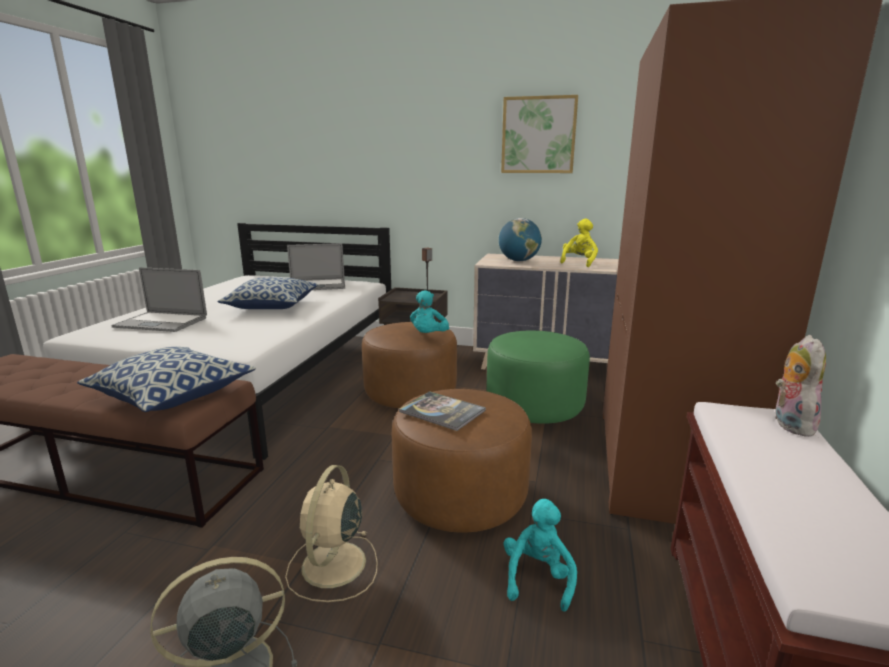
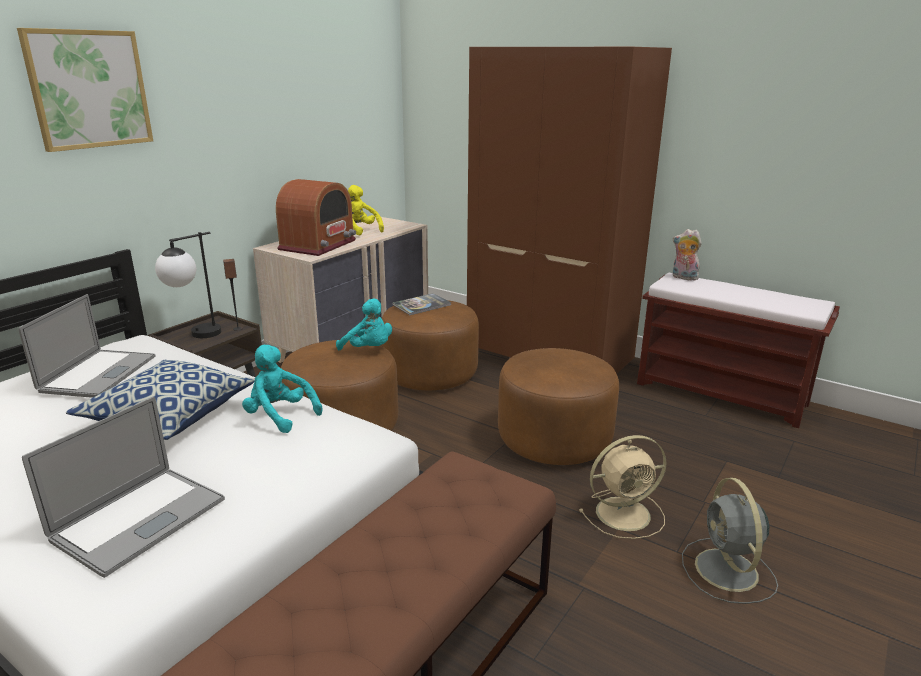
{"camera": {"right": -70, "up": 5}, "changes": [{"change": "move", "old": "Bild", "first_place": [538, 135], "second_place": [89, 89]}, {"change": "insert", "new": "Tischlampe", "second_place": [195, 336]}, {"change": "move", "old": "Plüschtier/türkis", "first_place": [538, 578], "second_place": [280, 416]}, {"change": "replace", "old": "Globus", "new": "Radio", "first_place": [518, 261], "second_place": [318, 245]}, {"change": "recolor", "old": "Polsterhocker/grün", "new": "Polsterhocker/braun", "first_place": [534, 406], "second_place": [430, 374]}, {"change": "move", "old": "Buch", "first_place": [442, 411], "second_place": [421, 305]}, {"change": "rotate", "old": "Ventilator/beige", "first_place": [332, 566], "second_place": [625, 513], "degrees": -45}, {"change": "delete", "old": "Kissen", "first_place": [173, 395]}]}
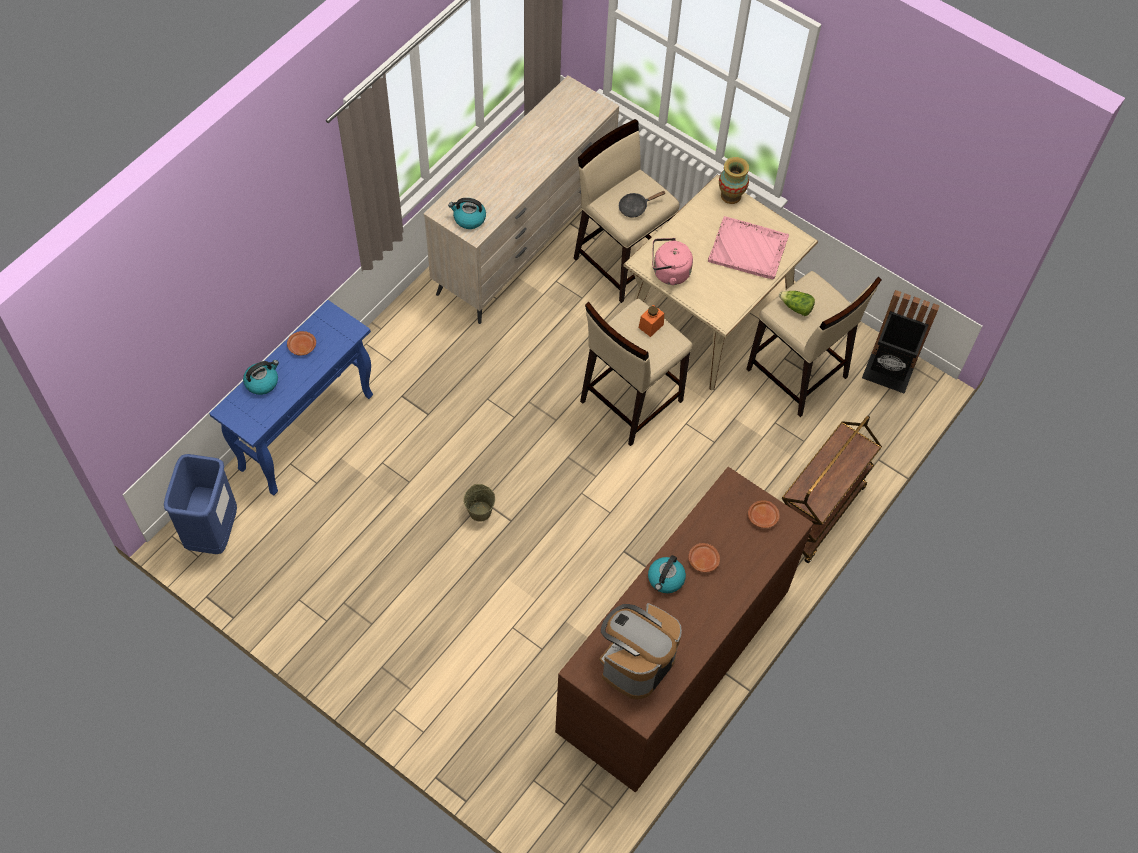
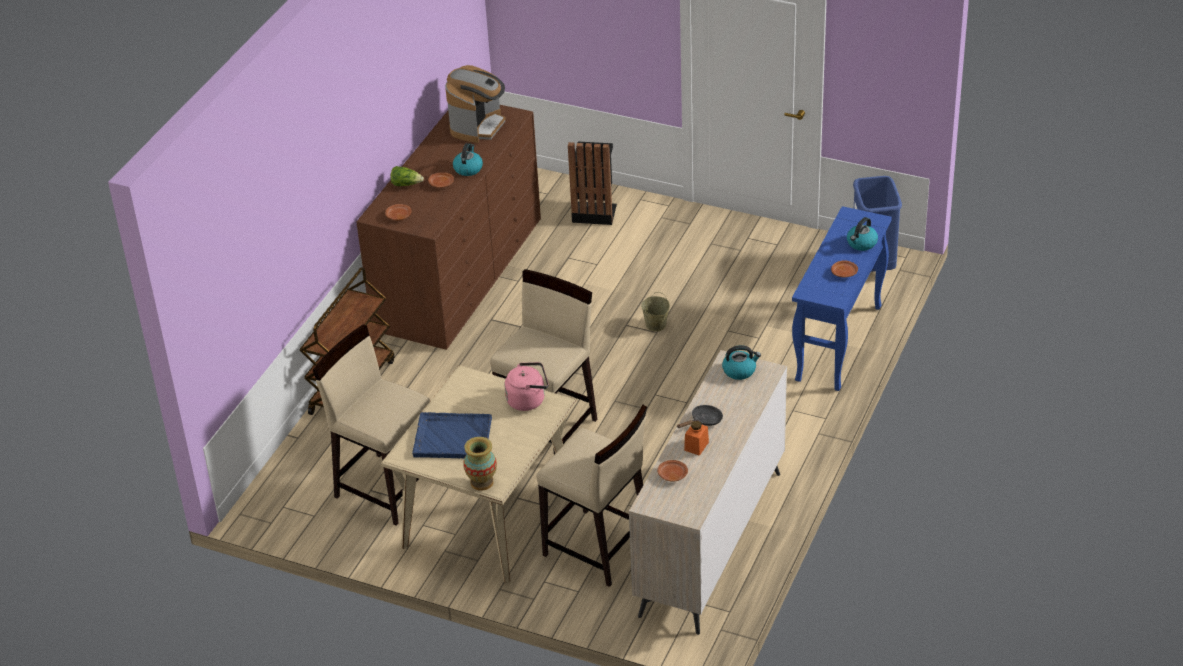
{"camera": {"right": 170, "up": -20}, "changes": [{"change": "move", "old": "Salatkopf", "first_place": [796, 307], "second_place": [406, 184]}, {"change": "recolor", "old": "Tablett/rosa", "new": "Tablett/blau", "first_place": [749, 249], "second_place": [451, 437]}, {"change": "move", "old": "Mülleimer/schwarz", "first_place": [888, 373], "second_place": [594, 211]}, {"change": "insert", "new": "Teller/braun", "second_place": [672, 475]}, {"change": "move", "old": "Pfanne/schwarz", "first_place": [635, 207], "second_place": [704, 421]}, {"change": "move", "old": "Vorratsglas/orange", "first_place": [651, 326], "second_place": [696, 446]}]}
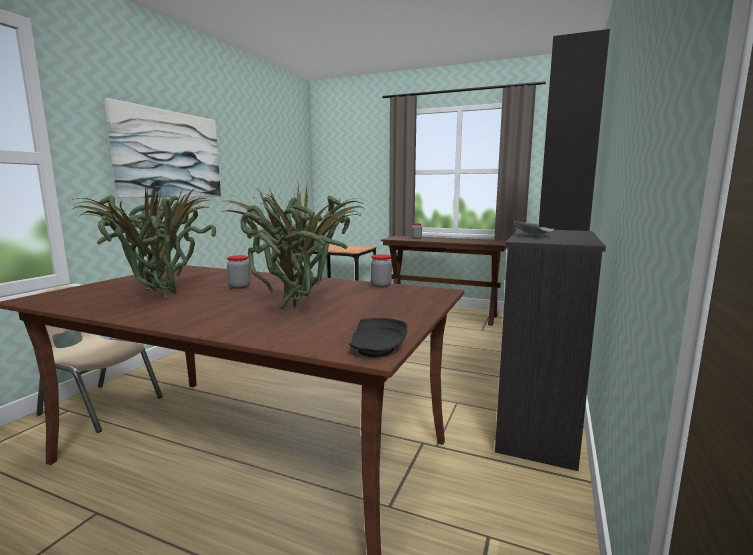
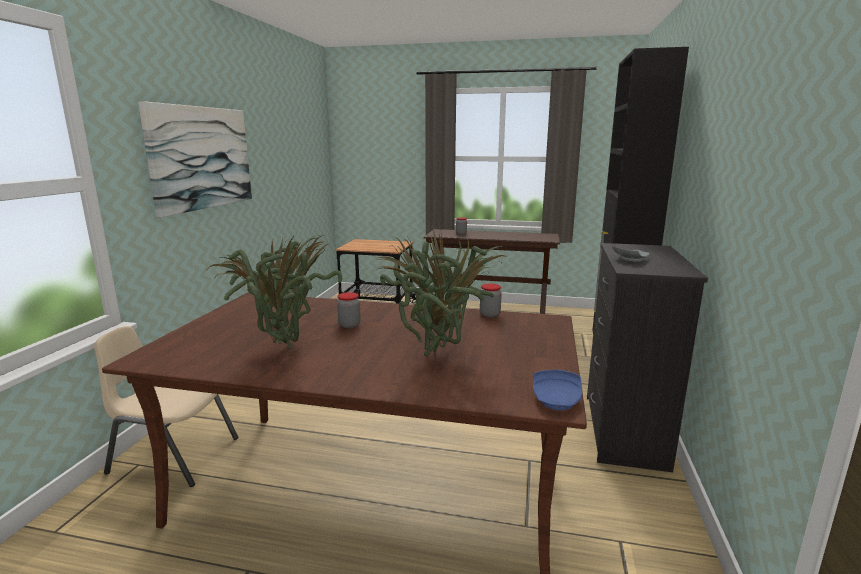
{"camera": {"right": -10, "up": 5}, "changes": [{"change": "recolor", "old": "Teller/schwarz", "new": "Teller/blau", "first_place": [378, 349], "second_place": [557, 400]}]}
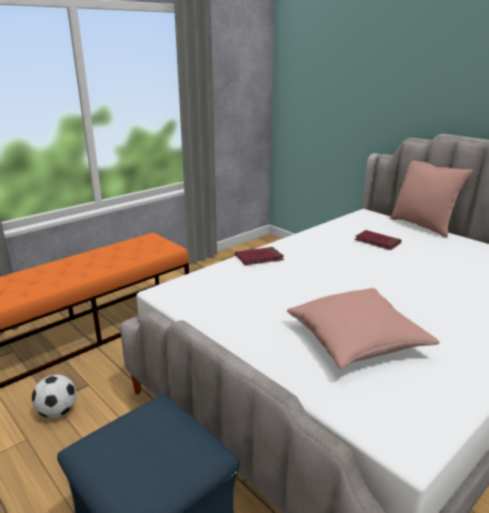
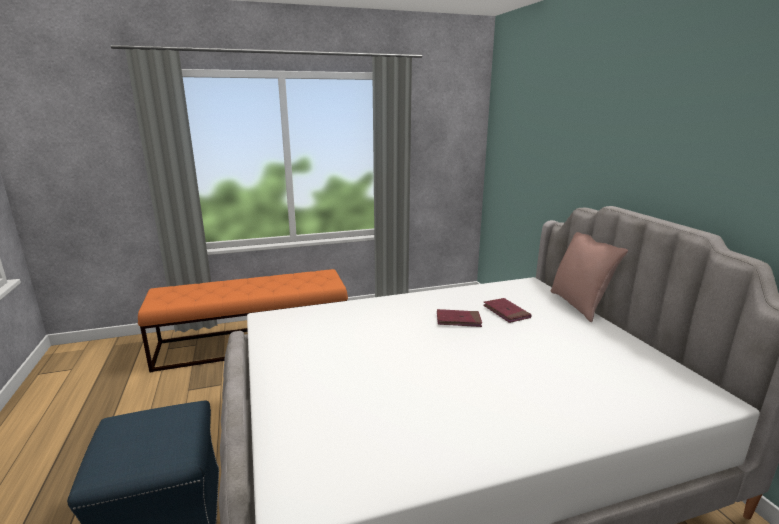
{"camera": {"right": 25, "up": -5}, "changes": [{"change": "move", "old": "Buch/rot", "first_place": [259, 258], "second_place": [458, 320]}, {"change": "delete", "old": "Fußball", "first_place": [57, 411]}, {"change": "delete", "old": "Kissen/rosa", "first_place": [356, 341]}]}
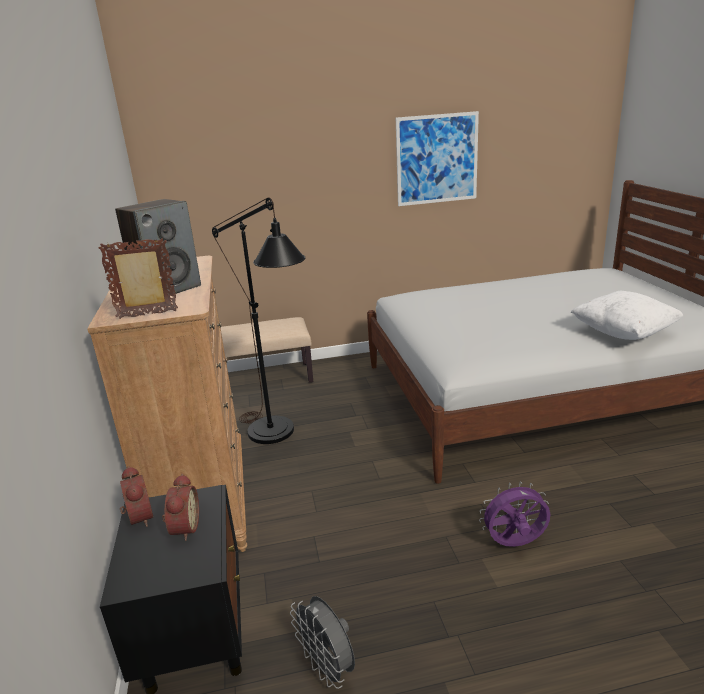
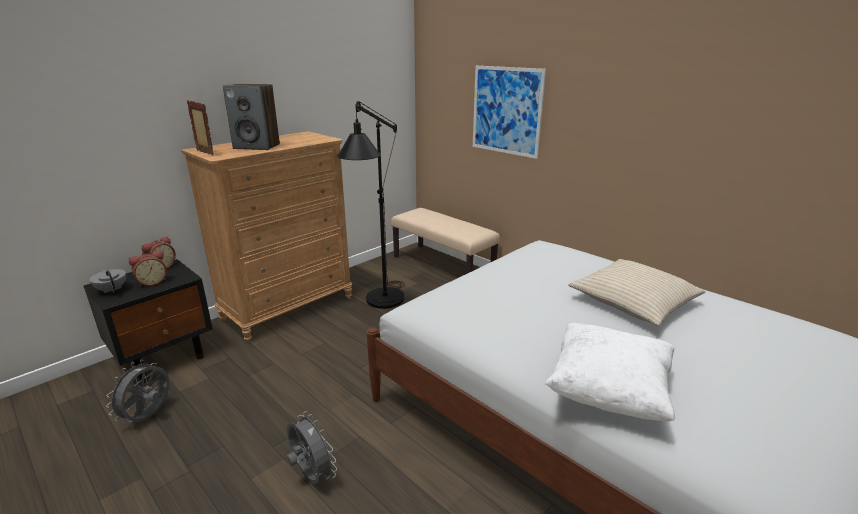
{"camera": {"right": 55, "up": 0}, "changes": [{"change": "insert", "new": "Teekanne/grau", "second_place": [112, 290]}, {"change": "recolor", "old": "Ventilator/lila", "new": "Ventilator/grau", "first_place": [514, 544], "second_place": [311, 475]}, {"change": "move", "old": "Bild", "first_place": [437, 159], "second_place": [506, 111]}, {"change": "insert", "new": "Kissen/beige", "second_place": [634, 301]}]}
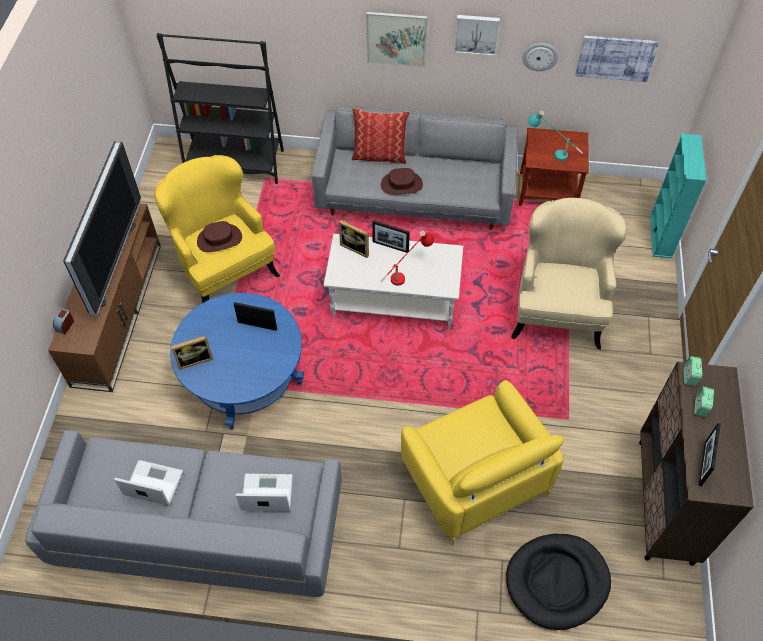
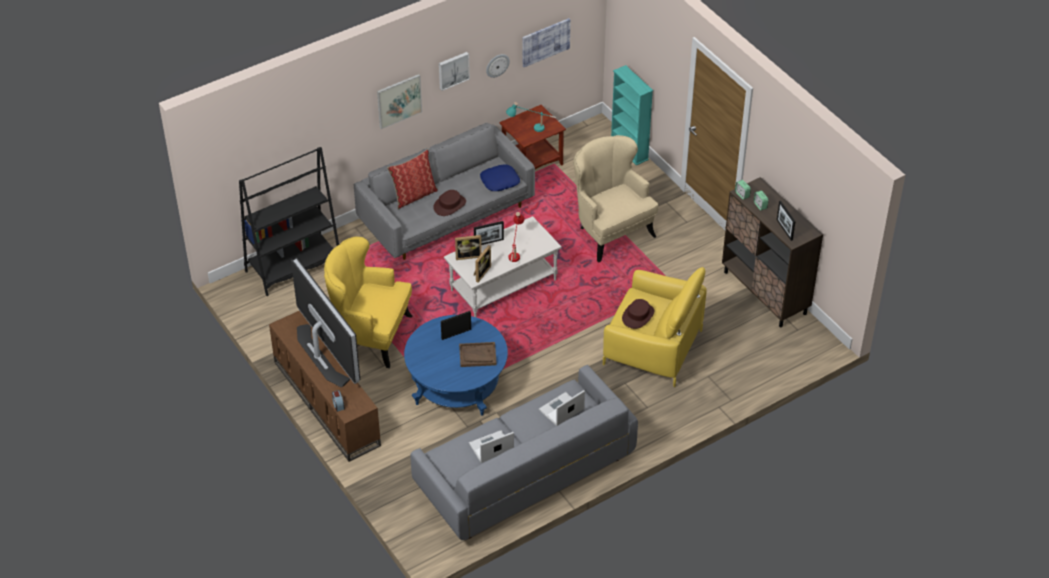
{"camera": {"right": -40, "up": -10}, "changes": [{"change": "insert", "new": "Tablett/braun", "second_place": [477, 355]}, {"change": "move", "old": "Bilderrahmen", "first_place": [194, 359], "second_place": [480, 273]}, {"change": "insert", "new": "Kissen/blau", "second_place": [499, 181]}, {"change": "move", "old": "Hut/braun", "first_place": [219, 239], "second_place": [638, 315]}, {"change": "delete", "old": "Hundebett/schwarz", "first_place": [557, 582]}]}
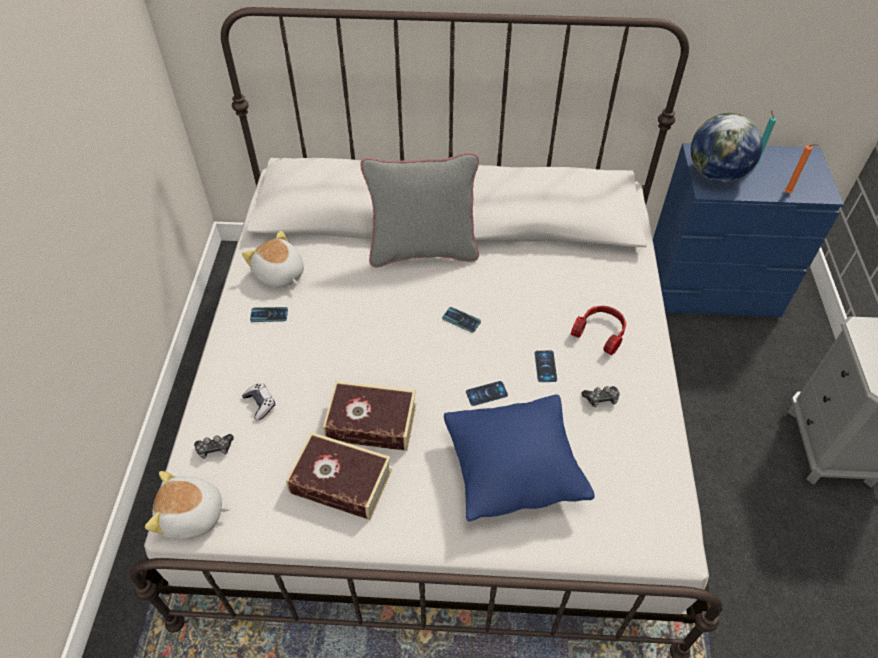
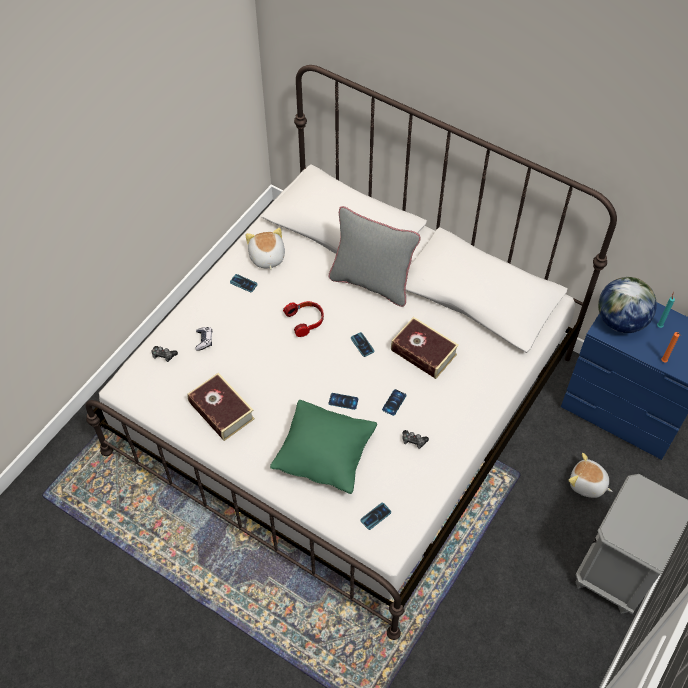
{"camera": {"right": 30, "up": 5}, "changes": [{"change": "recolor", "old": "Kissen/blau", "new": "Kissen/grün", "first_place": [513, 471], "second_place": [324, 456]}, {"change": "move", "old": "Kopfhörer", "first_place": [600, 333], "second_place": [306, 320]}, {"change": "insert", "new": "Handy", "second_place": [375, 516]}, {"change": "move", "old": "Buch", "first_place": [371, 422], "second_place": [423, 352]}, {"change": "move", "old": "Plüschtier", "first_place": [192, 516], "second_place": [587, 484]}]}
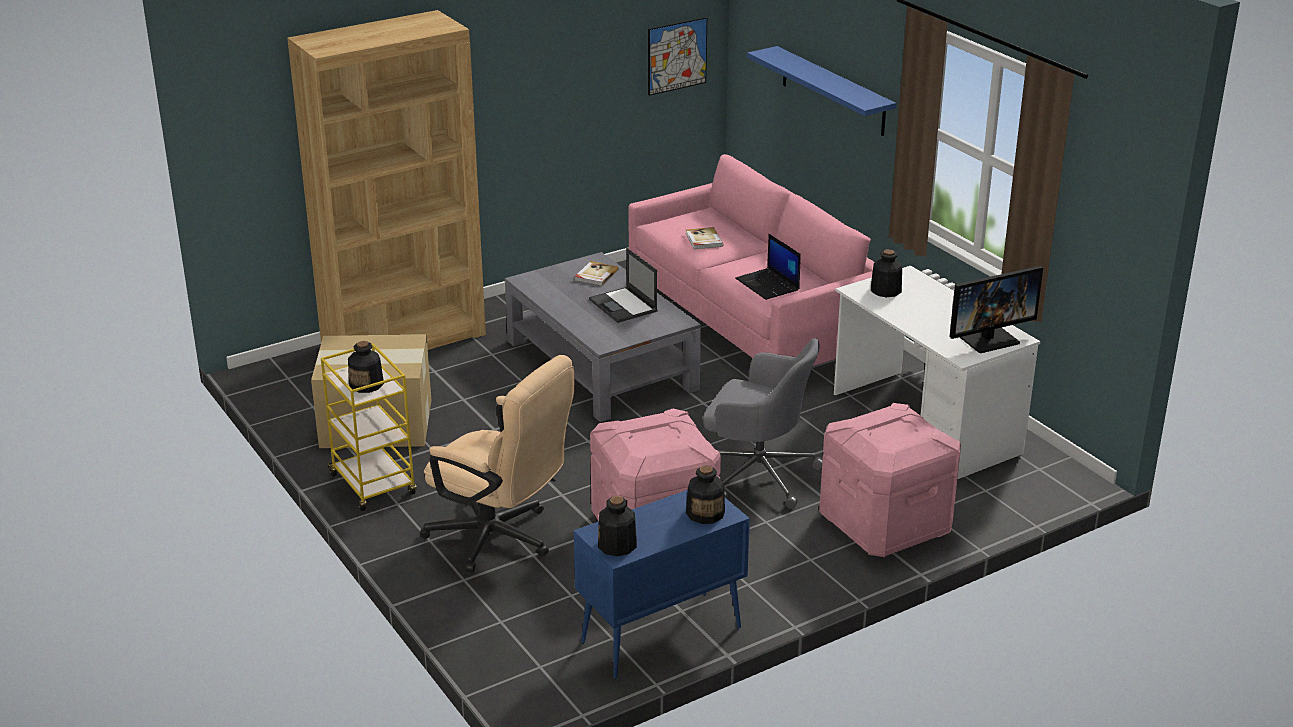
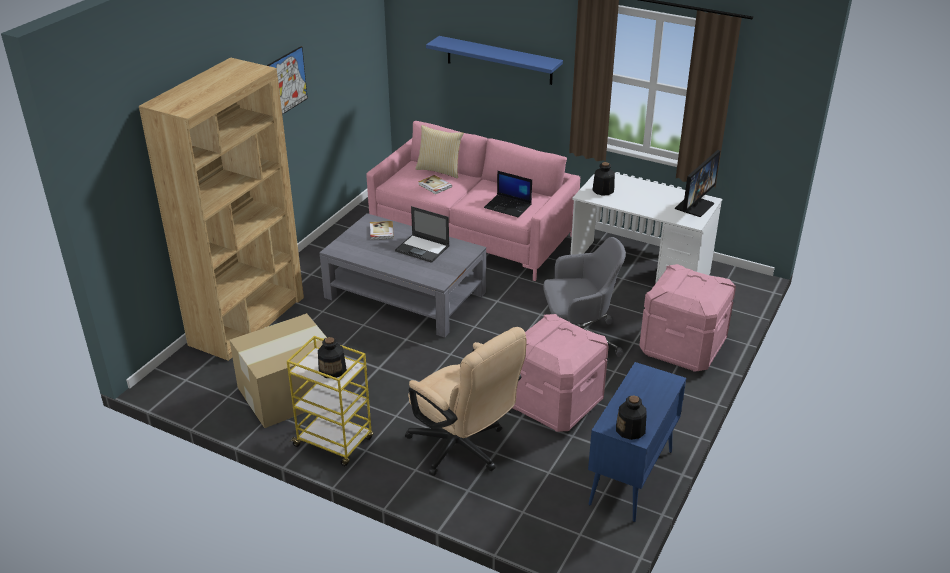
{"camera": {"right": -30, "up": 5}, "changes": [{"change": "move", "old": "Bild", "first_place": [677, 56], "second_place": [287, 82]}, {"change": "rotate", "old": "Bürostuhl/beige", "first_place": [500, 539], "second_place": [463, 449], "degrees": 45}, {"change": "insert", "new": "Kissen", "second_place": [440, 170]}, {"change": "delete", "old": "Flasche", "first_place": [705, 513]}]}
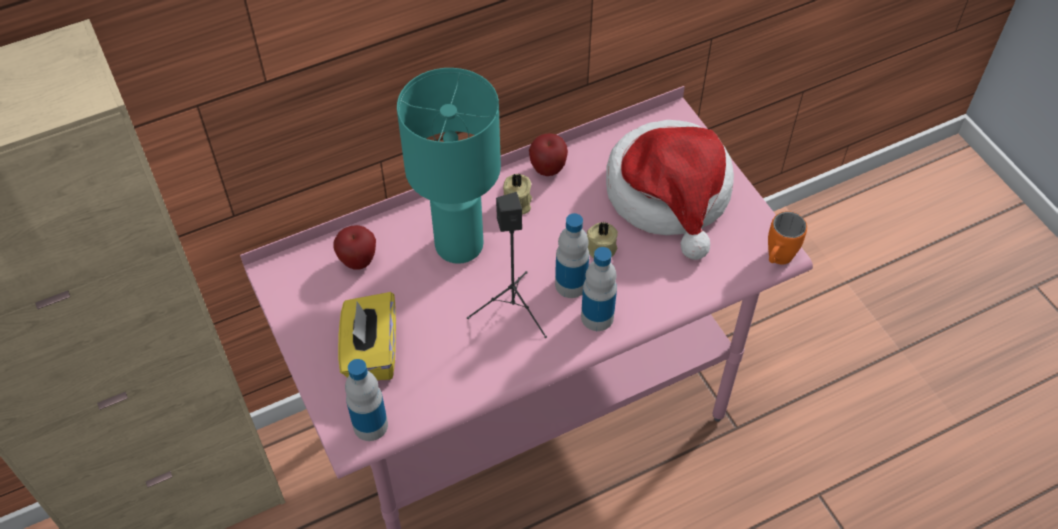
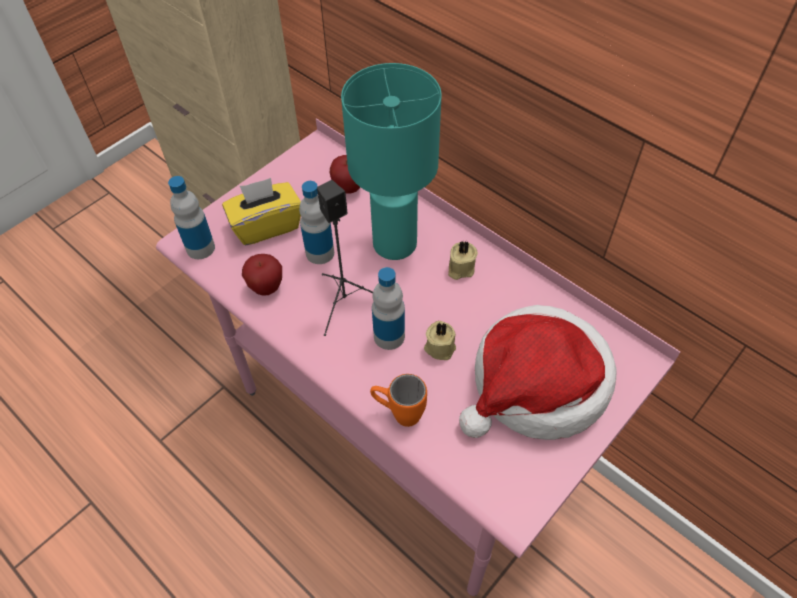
{"camera": {"right": 70, "up": 0}, "changes": [{"change": "move", "old": "Apfel", "first_place": [548, 169], "second_place": [266, 288]}, {"change": "move", "old": "Flasche", "first_place": [597, 317], "second_place": [320, 253]}, {"change": "move", "old": "Henkelbecher/orange", "first_place": [776, 260], "second_place": [398, 413]}]}
